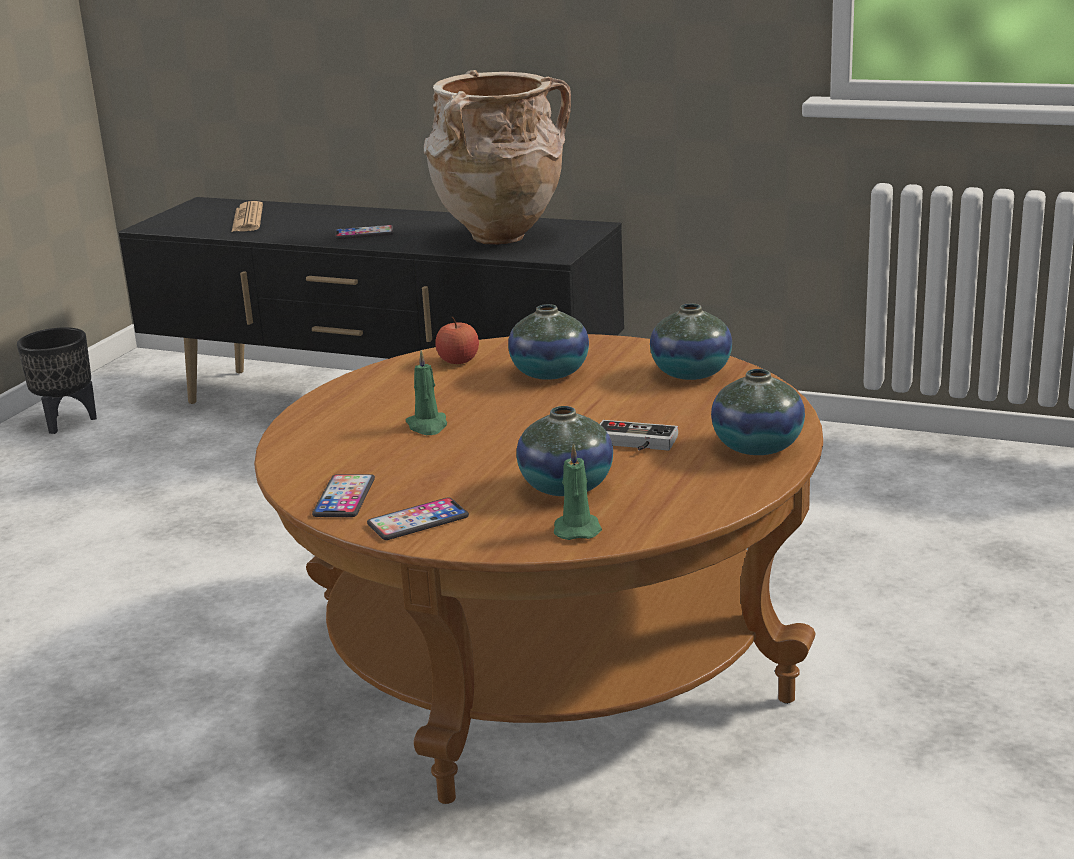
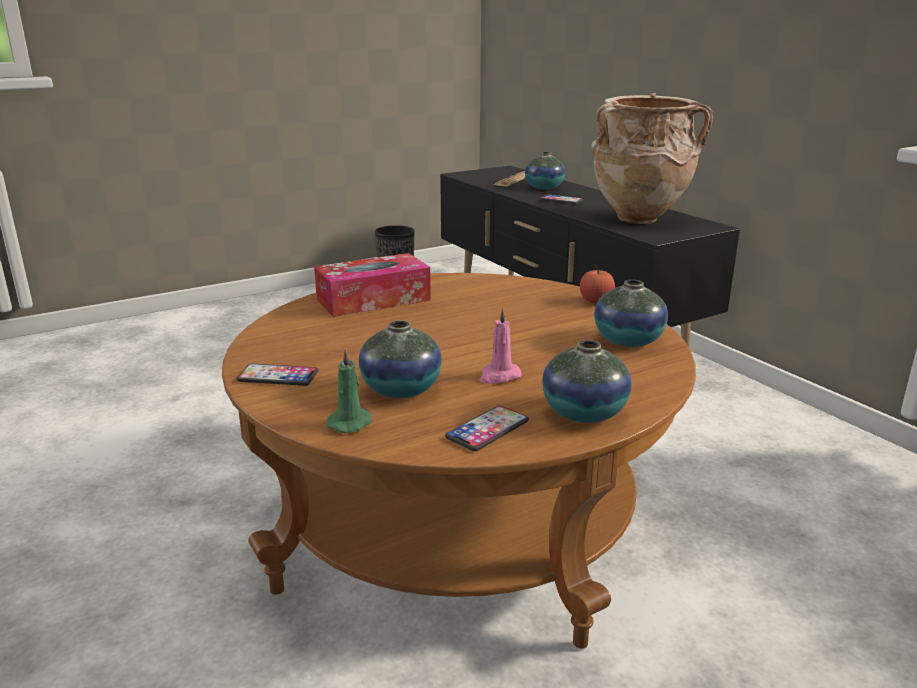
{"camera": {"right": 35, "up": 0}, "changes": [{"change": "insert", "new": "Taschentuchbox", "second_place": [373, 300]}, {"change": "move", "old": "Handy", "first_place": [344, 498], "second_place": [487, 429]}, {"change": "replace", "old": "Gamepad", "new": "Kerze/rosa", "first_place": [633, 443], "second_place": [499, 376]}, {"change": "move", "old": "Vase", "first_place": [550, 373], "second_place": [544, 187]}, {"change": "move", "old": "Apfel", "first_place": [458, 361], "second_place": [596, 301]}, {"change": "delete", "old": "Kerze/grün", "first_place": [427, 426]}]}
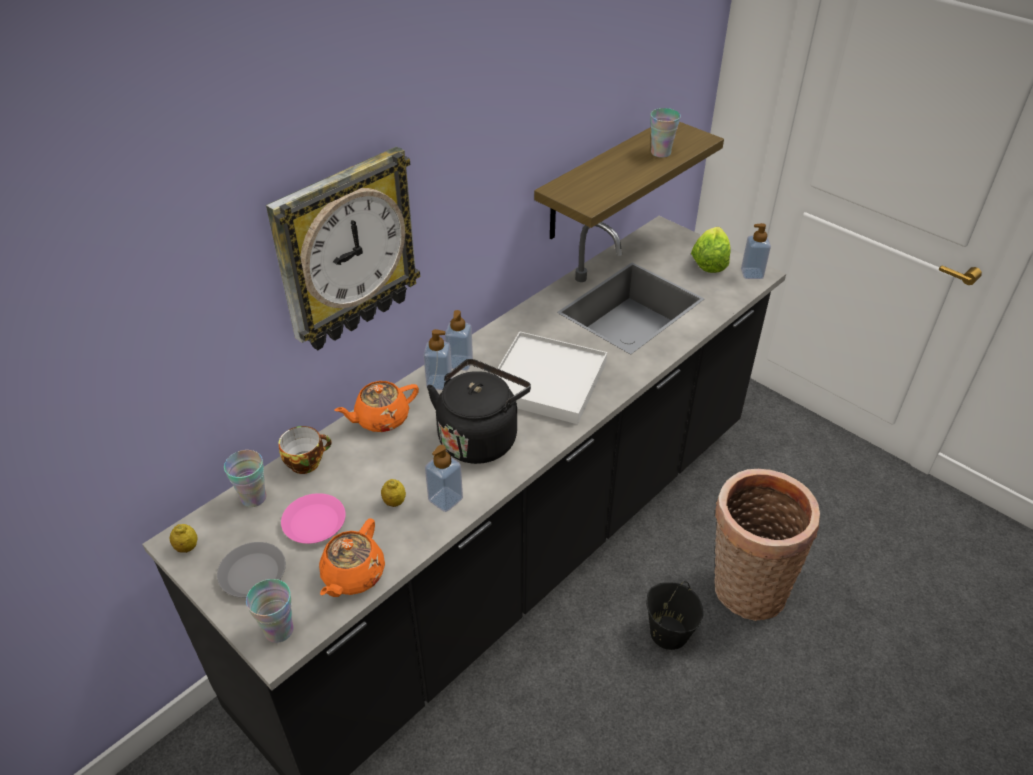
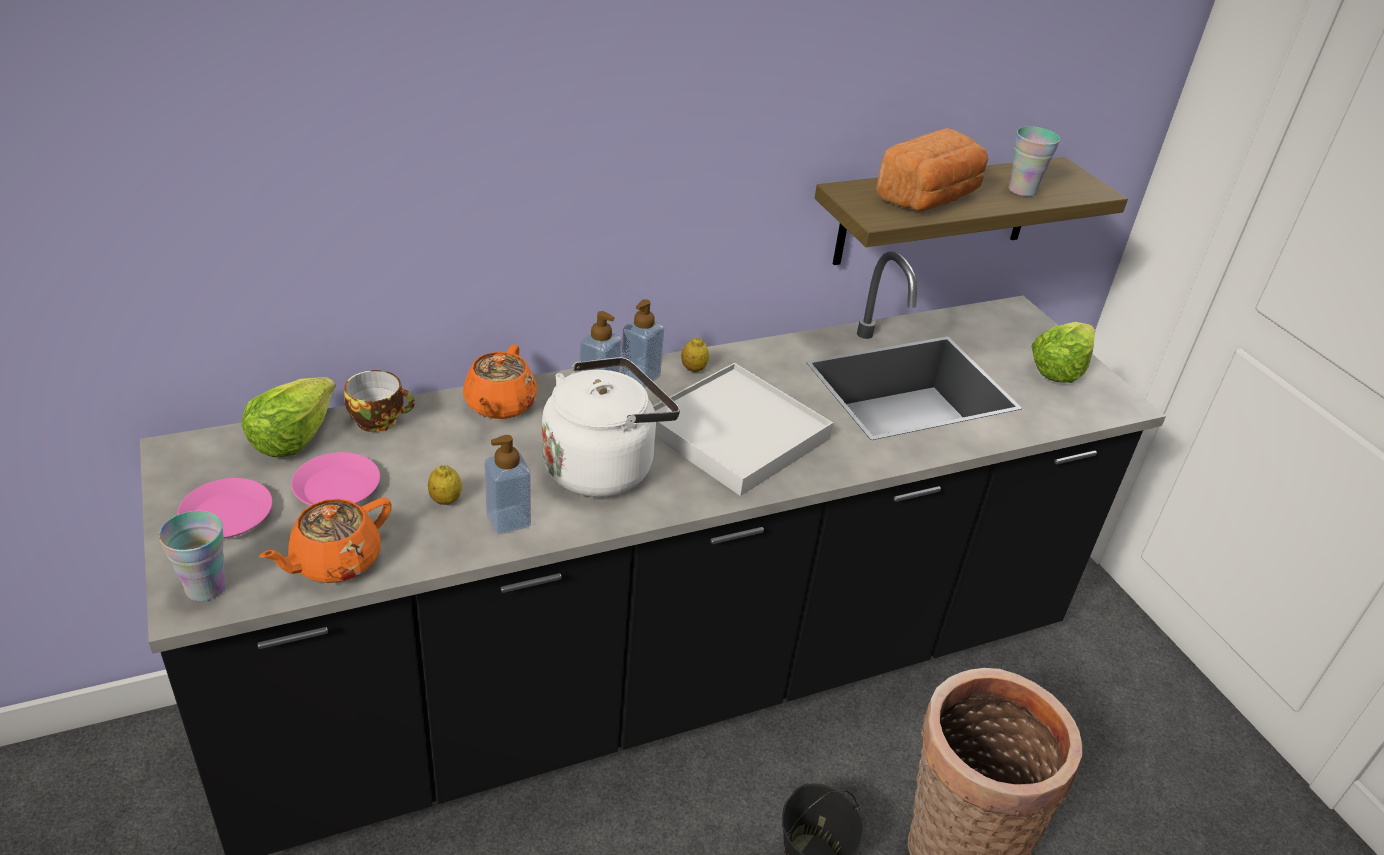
{"camera": {"right": 20, "up": -5}, "changes": [{"change": "recolor", "old": "Teller/grau", "new": "Teller/rosa", "first_place": [253, 574], "second_place": [227, 516]}, {"change": "replace", "old": "Tasse", "new": "Salatkopf", "first_place": [253, 498], "second_place": [292, 436]}, {"change": "rotate", "old": "Teekanne/orange", "first_place": [381, 419], "second_place": [499, 405], "degrees": -75}, {"change": "recolor", "old": "Wasserkessel/schwarz", "new": "Wasserkessel/weiß", "first_place": [480, 437], "second_place": [603, 466]}, {"change": "move", "old": "Zitrone", "first_place": [187, 547], "second_place": [693, 369]}, {"change": "insert", "new": "Brot", "second_place": [930, 198]}, {"change": "delete", "old": "Wanduhr", "first_place": [345, 251]}, {"change": "delete", "old": "Seifenspender", "first_place": [752, 273]}]}
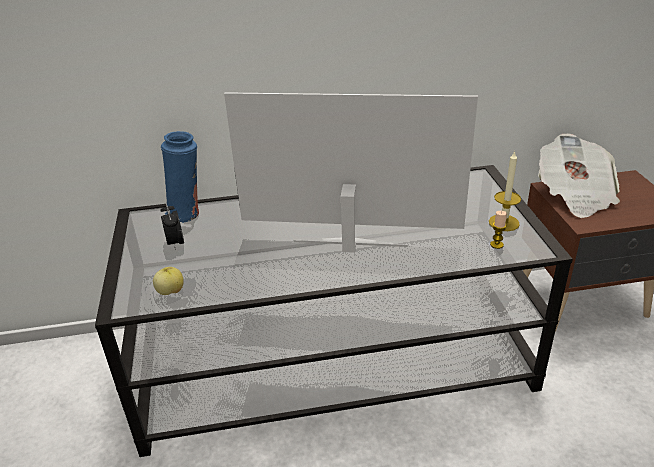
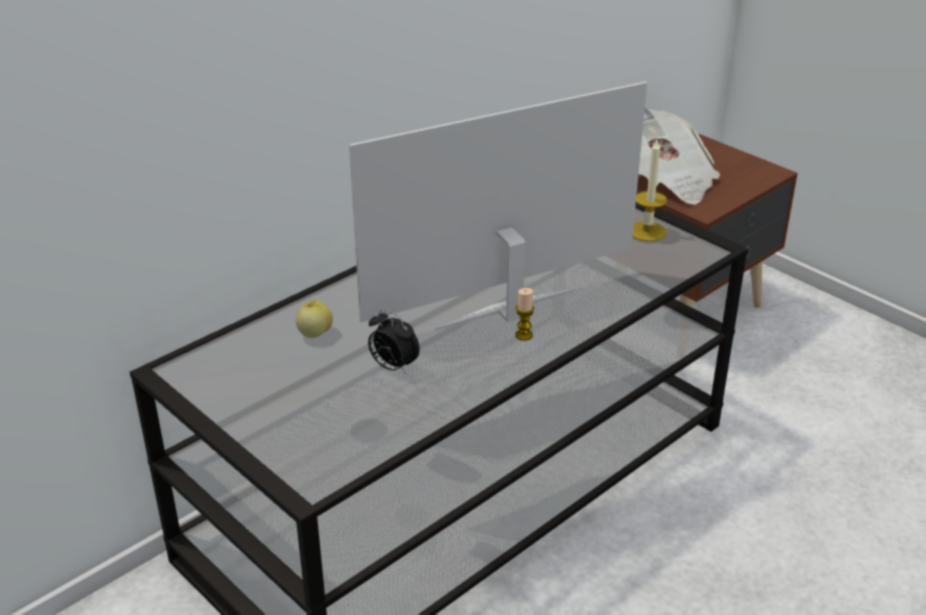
{"camera": {"right": -35, "up": 0}, "changes": [{"change": "move", "old": "Apfel", "first_place": [170, 291], "second_place": [314, 333]}, {"change": "move", "old": "Wecker", "first_place": [175, 243], "second_place": [393, 367]}, {"change": "move", "old": "Kerze", "first_place": [496, 245], "second_place": [524, 335]}, {"change": "delete", "old": "Vase/blau", "first_place": [187, 213]}]}
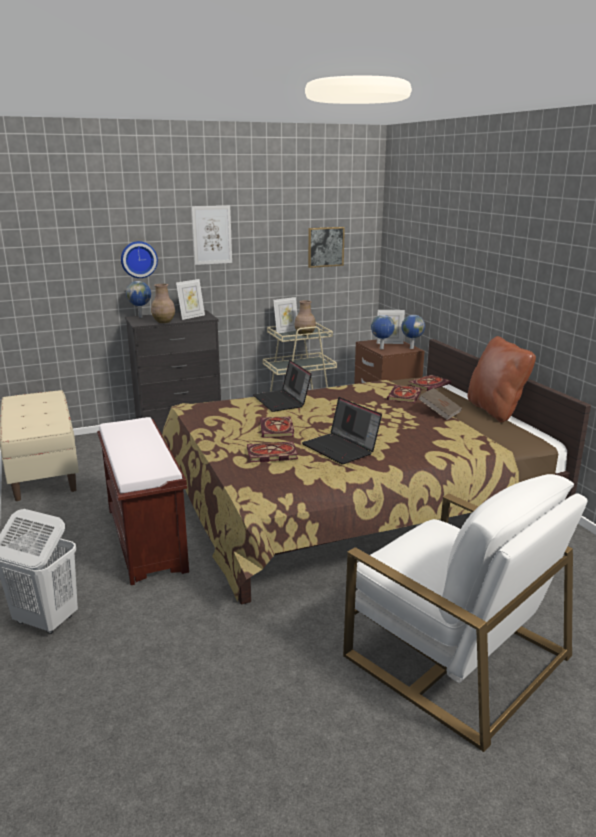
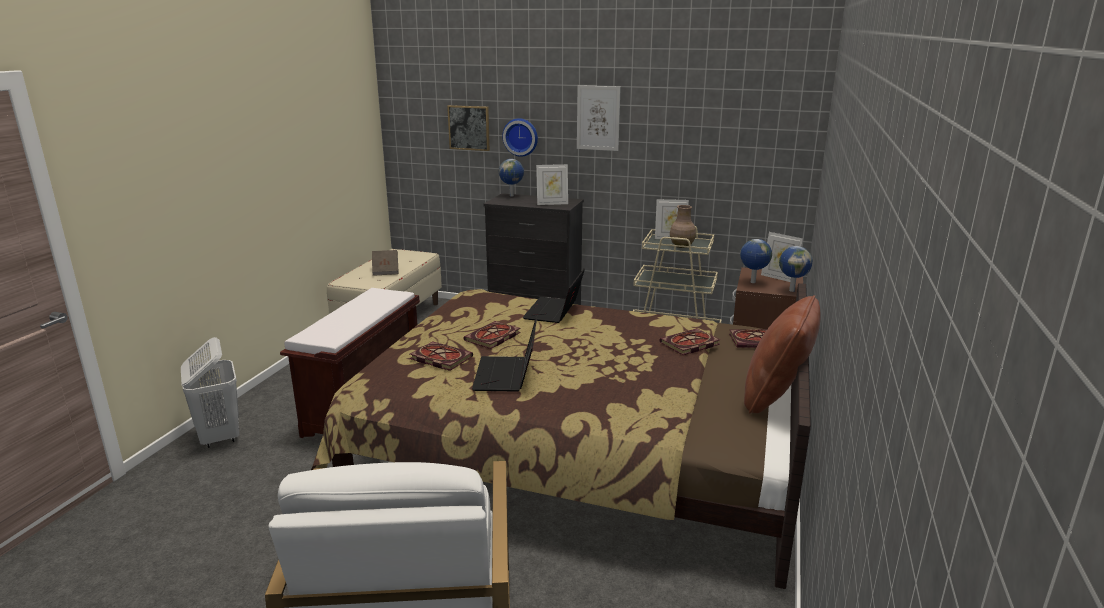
{"camera": {"right": 40, "up": 0}, "changes": [{"change": "move", "old": "Buch/braun", "first_place": [439, 412], "second_place": [385, 270]}, {"change": "move", "old": "Bild", "first_place": [325, 247], "second_place": [469, 127]}, {"change": "delete", "old": "Vase/braun", "first_place": [164, 322]}]}
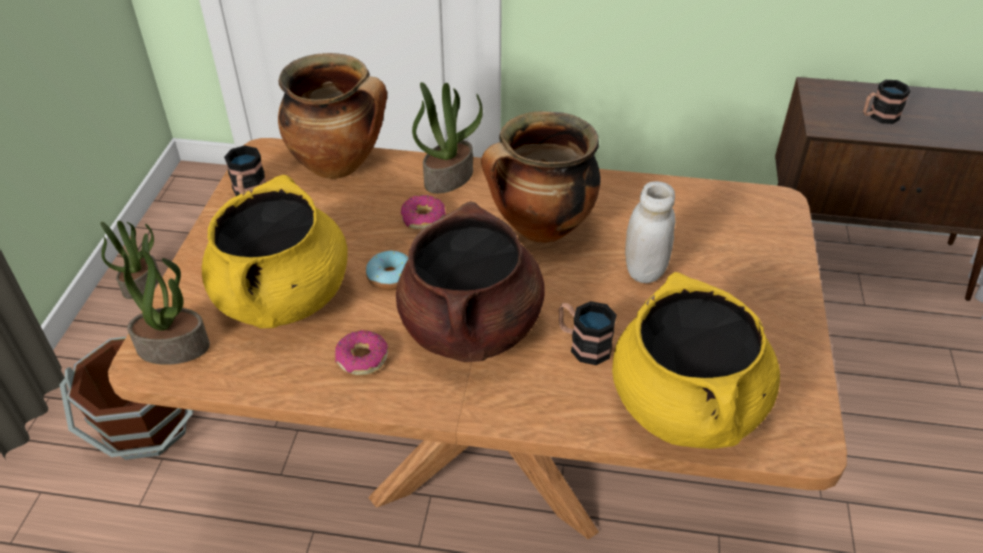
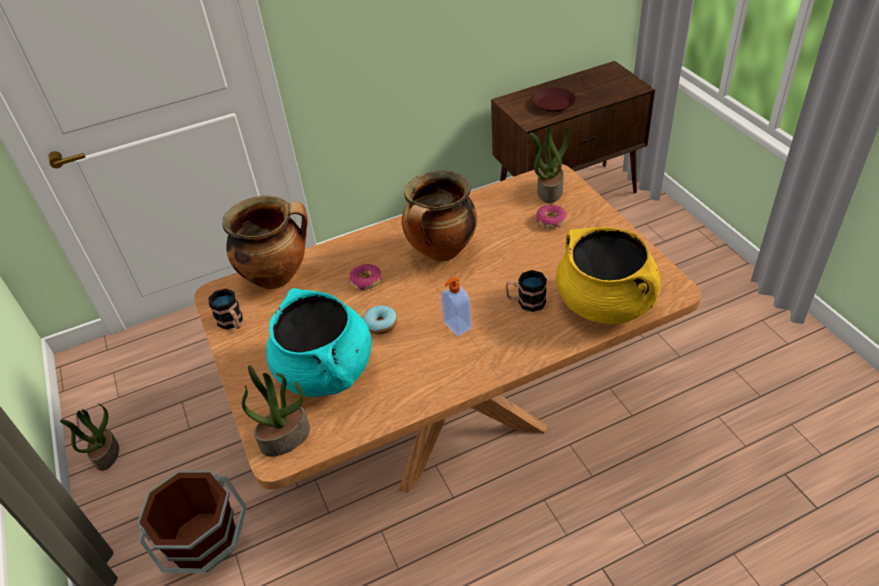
{"camera": {"right": -30, "up": 0}, "changes": [{"change": "recolor", "old": "Kochtopf/gelb", "new": "Kochtopf/türkis", "first_place": [283, 297], "second_place": [326, 371]}, {"change": "replace", "old": "Kochtopf/braun", "new": "Seifenspender", "first_place": [471, 327], "second_place": [456, 326]}, {"change": "move", "old": "Topfpflanze", "first_place": [448, 177], "second_place": [549, 190]}, {"change": "replace", "old": "Henkelbecher", "new": "Teller/braun", "first_place": [878, 116], "second_place": [553, 104]}, {"change": "move", "old": "Donut", "first_place": [362, 359], "second_place": [550, 220]}, {"change": "delete", "old": "Vorratsglas/weiß", "first_place": [644, 270]}]}
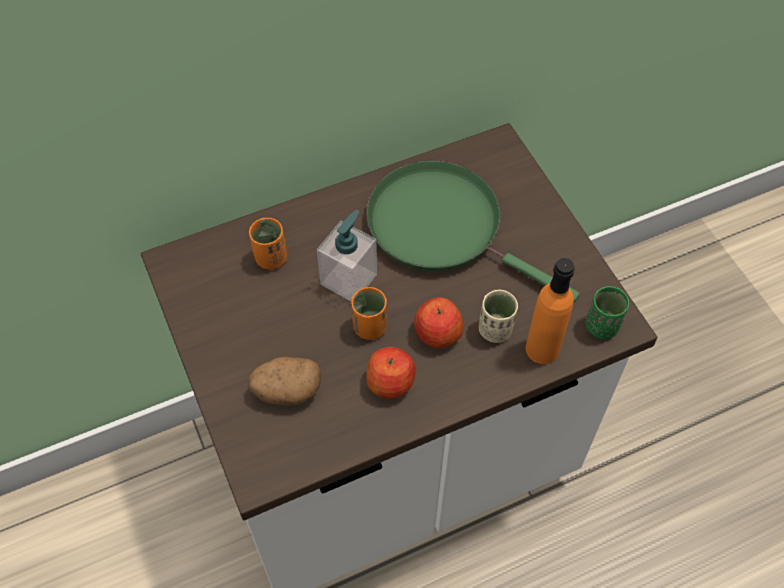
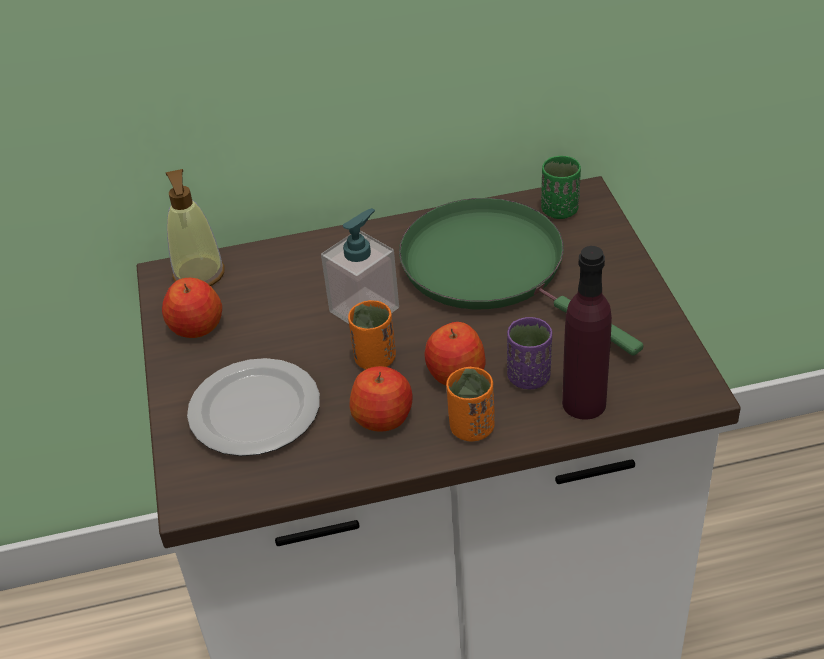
{"camera": {"right": 15, "up": -15}, "changes": [{"change": "insert", "new": "Apfel", "second_place": [196, 327]}, {"change": "insert", "new": "Seifenspender", "second_place": [199, 274]}, {"change": "replace", "old": "Kartoffel", "new": "Teller", "first_place": [287, 390], "second_place": [256, 412]}, {"change": "move", "old": "Tasse/orange", "first_place": [271, 258], "second_place": [471, 428]}, {"change": "recolor", "old": "Tasse/beige", "new": "Tasse/lila", "first_place": [495, 330], "second_place": [529, 377]}, {"change": "move", "old": "Tasse/grün", "first_place": [601, 326], "second_place": [560, 210]}, {"change": "recolor", "old": "Flasche/orange", "new": "Flasche/lila", "first_place": [542, 349], "second_place": [584, 403]}]}
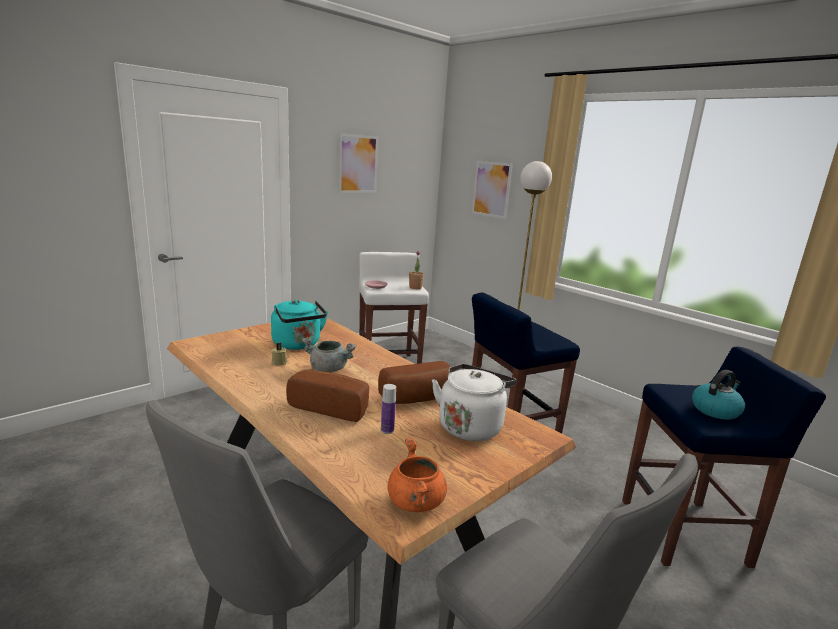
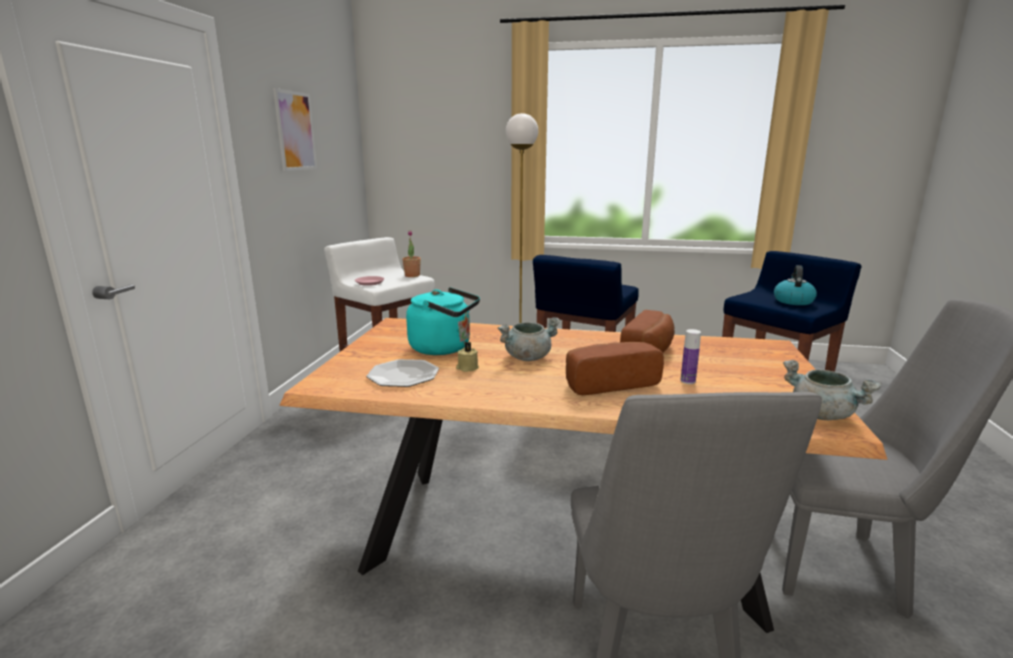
{"camera": {"right": -35, "up": 0}, "changes": [{"change": "insert", "new": "Teller", "second_place": [403, 375]}, {"change": "recolor", "old": "Kochtopf/orange", "new": "Kochtopf/grau", "first_place": [416, 502], "second_place": [822, 415]}, {"change": "delete", "old": "Wasserkessel/weiß", "first_place": [471, 426]}, {"change": "delete", "old": "Bild", "first_place": [491, 189]}]}
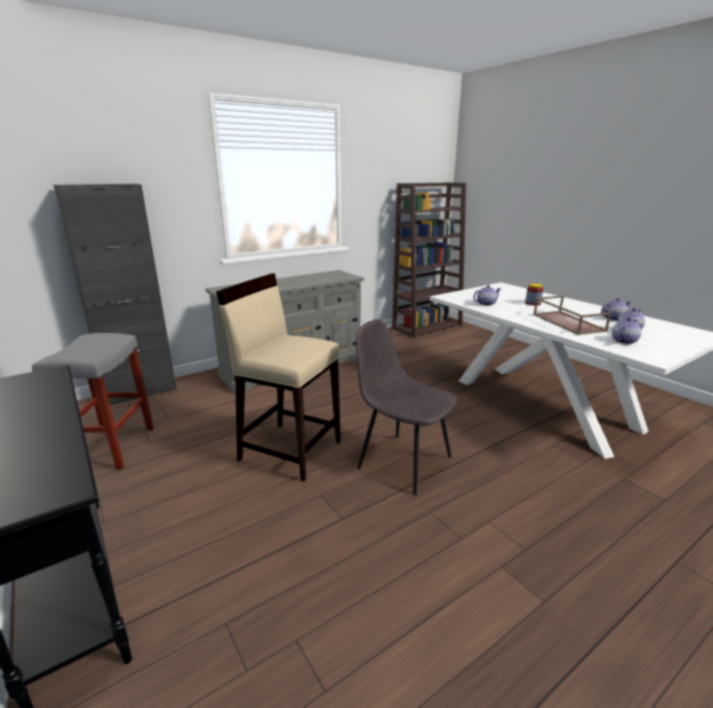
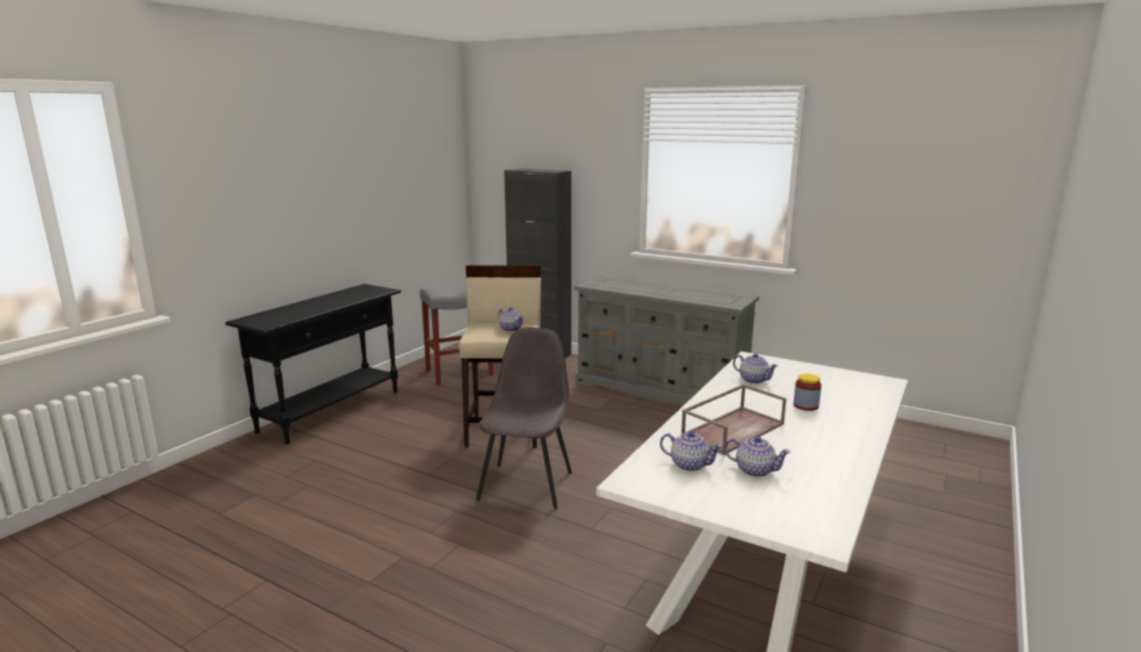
{"camera": {"right": 65, "up": -5}, "changes": [{"change": "move", "old": "Teekanne", "first_place": [613, 318], "second_place": [511, 329]}, {"change": "delete", "old": "Bücherregal/braun", "first_place": [427, 326]}]}
